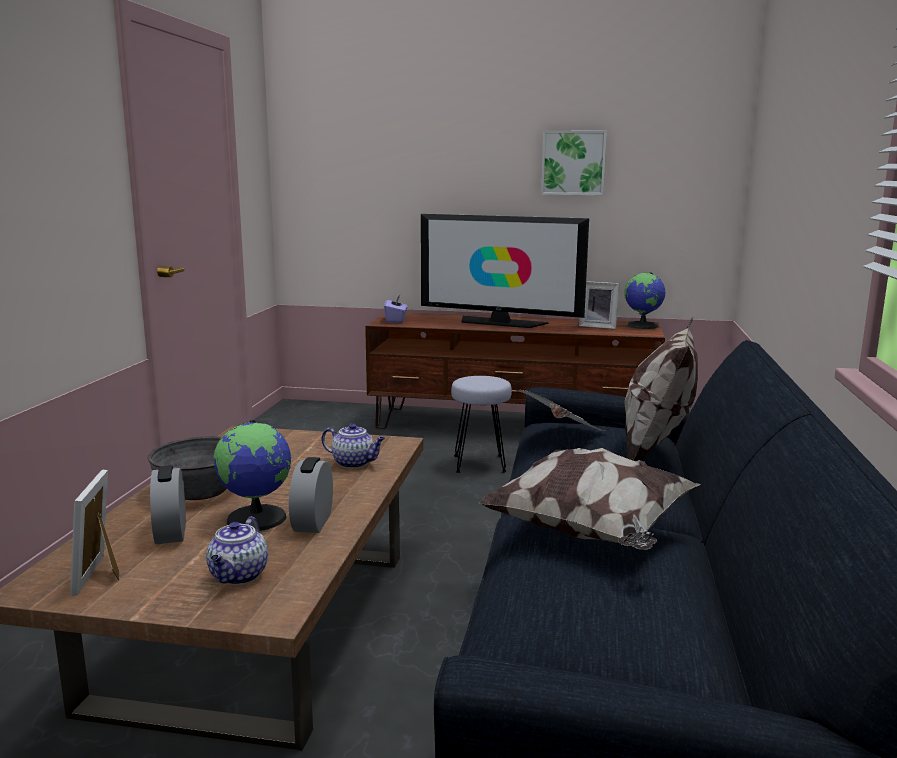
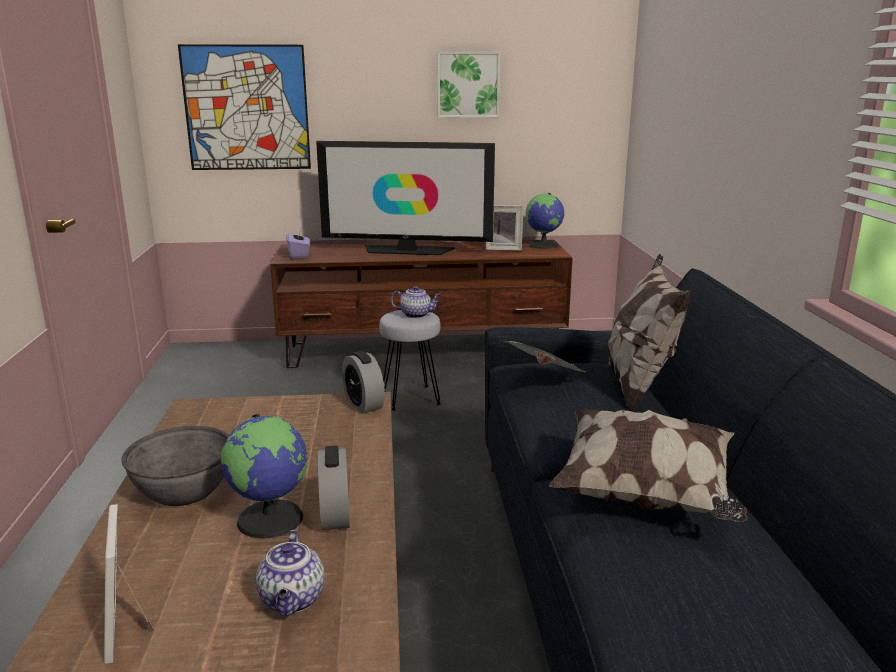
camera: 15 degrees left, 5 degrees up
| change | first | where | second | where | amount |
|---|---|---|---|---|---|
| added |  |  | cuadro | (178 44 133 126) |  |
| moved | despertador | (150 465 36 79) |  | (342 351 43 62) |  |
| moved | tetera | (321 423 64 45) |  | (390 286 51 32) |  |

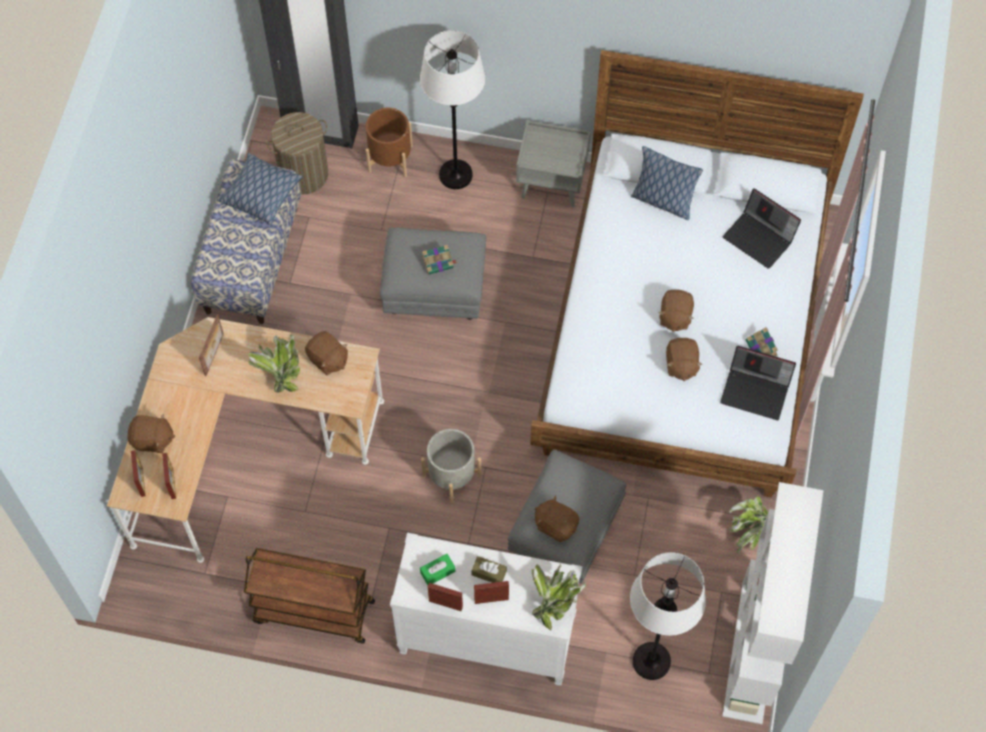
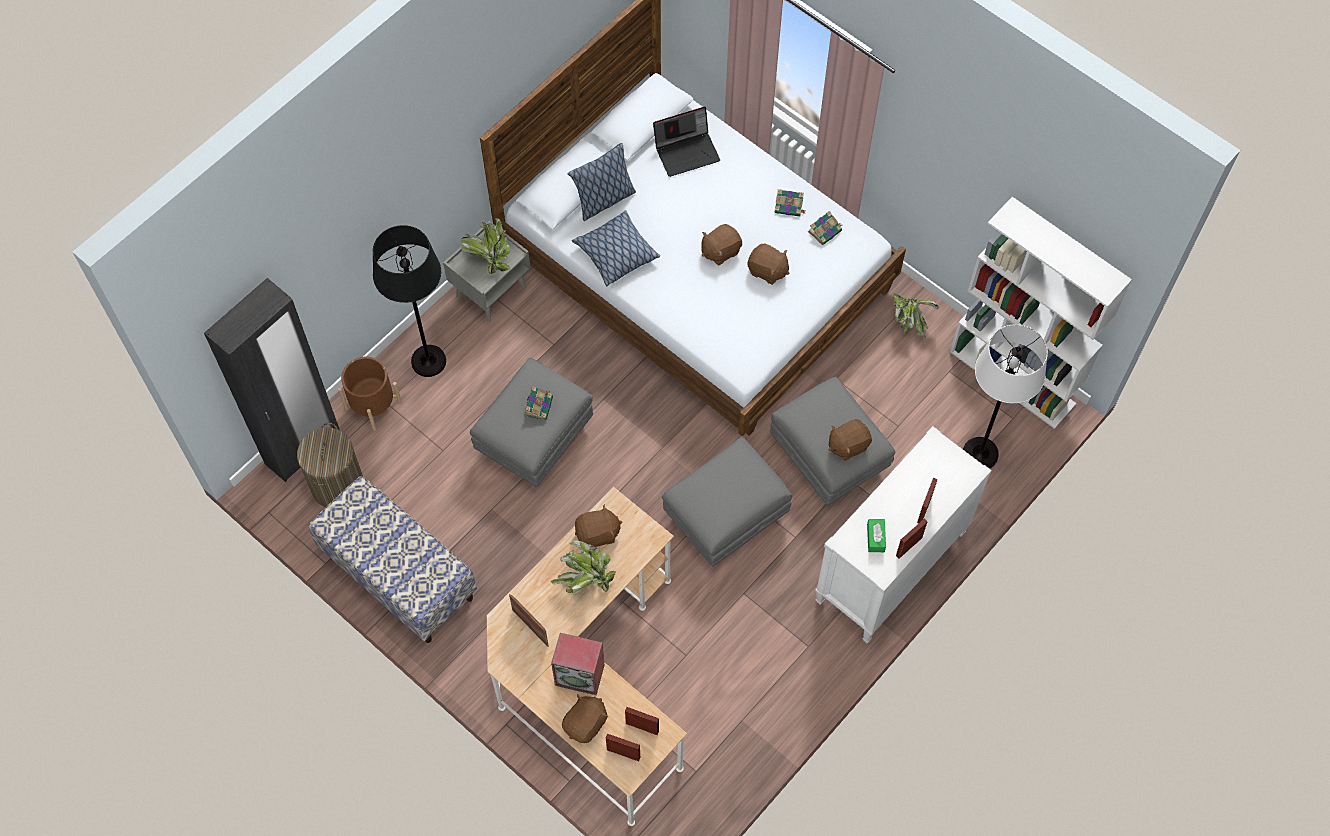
camera: 60 degrees left, 0 degrees up
| change | first | where | second | where | amount |
|---|---|---|---|---|---|
| removed | carrito [marrón] | (244 548 131 96) |  |  |  |
| removed | caja de pañuelos [marrón] | (471 556 36 27) |  |  |  |
| added |  |  | altavoz | (551 633 53 62) |  |
| moved | cojín | (217 153 86 72) |  | (572 210 88 76) |  |
| moved | planta en maceta | (532 563 54 68) |  | (461 218 49 56) |  |
| replaced | maceta [gris] | (421 429 60 75) | puf [gris] | (662 437 130 130) |  |
| replaced | portátil | (720 346 76 74) | libro | (808 211 34 34) |  |
| recoloured | lámpara de pie [blanco] | (420 30 65 159) | lámpara de pie [negro] | (373 225 73 152) |  |
| turned | peluche [marrón] | (659 289 35 43) |  | (701 224 41 42) | 105 degrees clockwise |

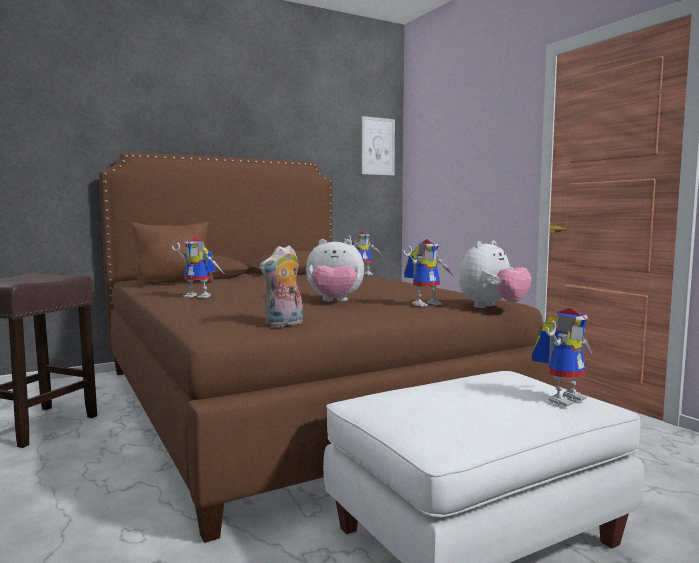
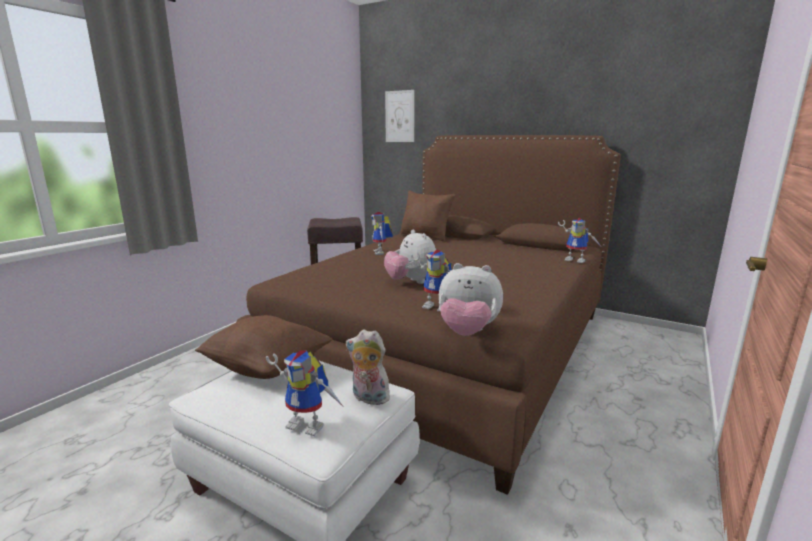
camera: 60 degrees right, 10 degrees up
| change | first | where | second | where | amount |
|---|---|---|---|---|---|
| added |  |  | cojín [marrón] | (195 315 138 64) |  |
| moved | peluche | (260 245 43 82) |  | (346 329 47 76) |  |
| moved | cuadro | (362 116 33 60) |  | (385 90 30 52) |  |

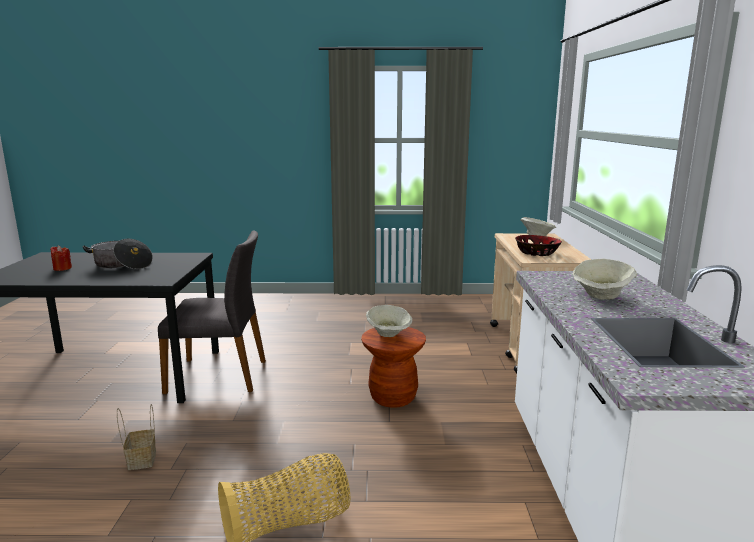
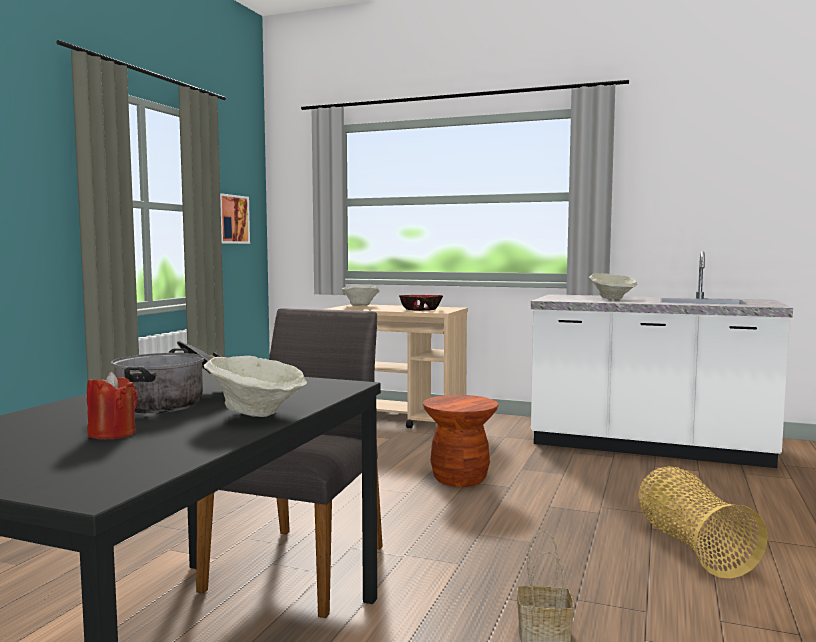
camera: 70 degrees left, 10 degrees down
| change | first | where | second | where | amount |
|---|---|---|---|---|---|
| added |  |  | cuadro | (220 193 30 51) |  |
| moved | cuenco [beis] | (366 305 46 32) |  | (204 356 103 61) |  |

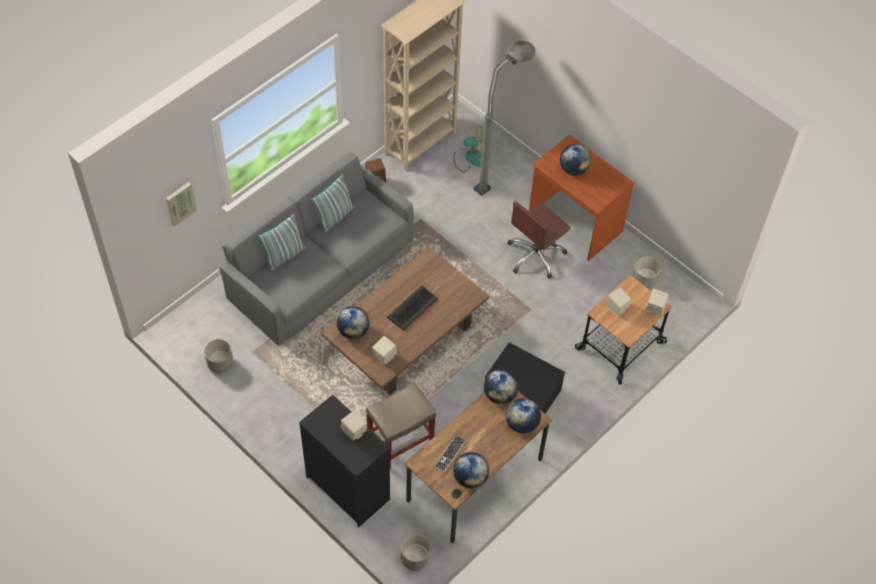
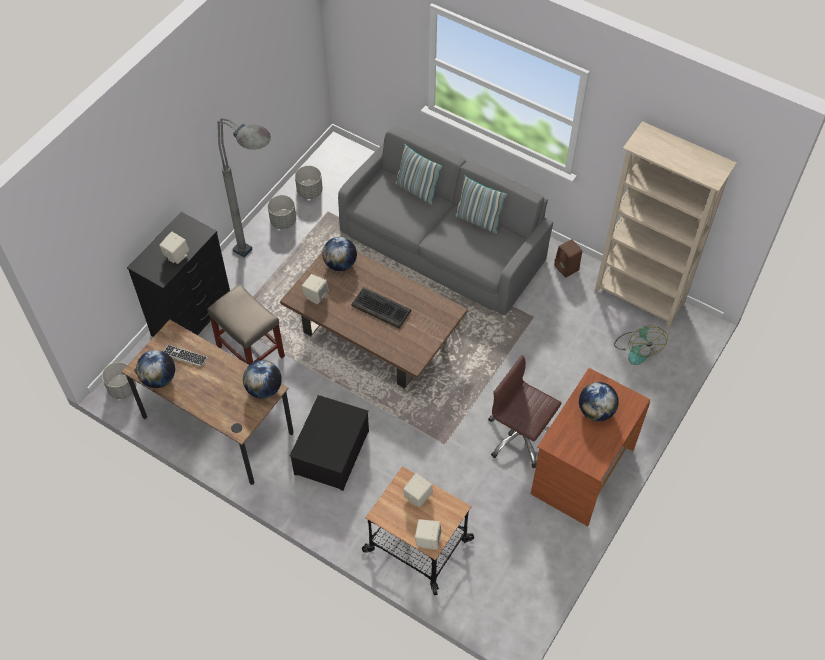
camera: 80 degrees right, 0 degrees up
| change | first | where | second | where | amount |
|---|---|---|---|---|---|
| removed | cuadro | (166 182 31 45) |  |  |  |
| removed | globo terráqueo | (506 398 35 36) |  |  |  |
| moved | lámpara de pie [gris] | (474 41 62 155) |  | (218 118 53 140) |  |
| moved | maceta [gris] | (633 257 28 32) |  | (268 195 28 34) |  |

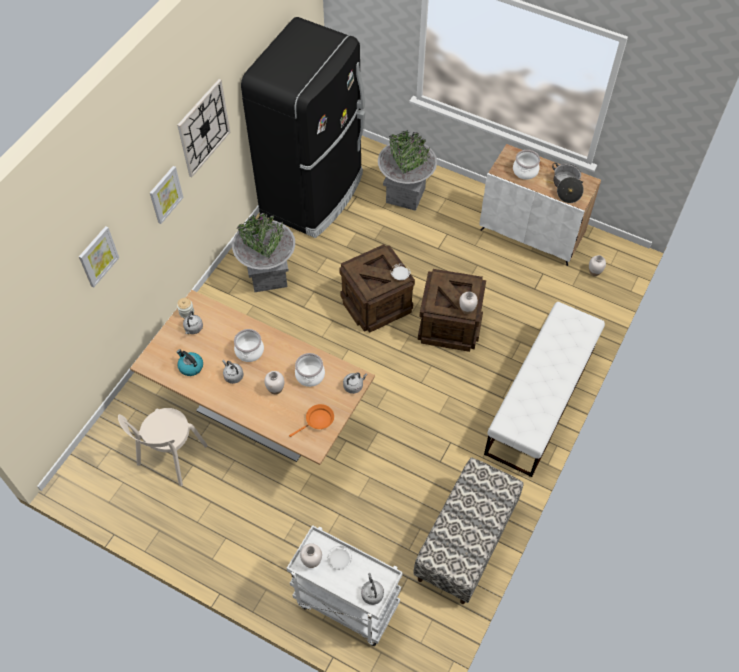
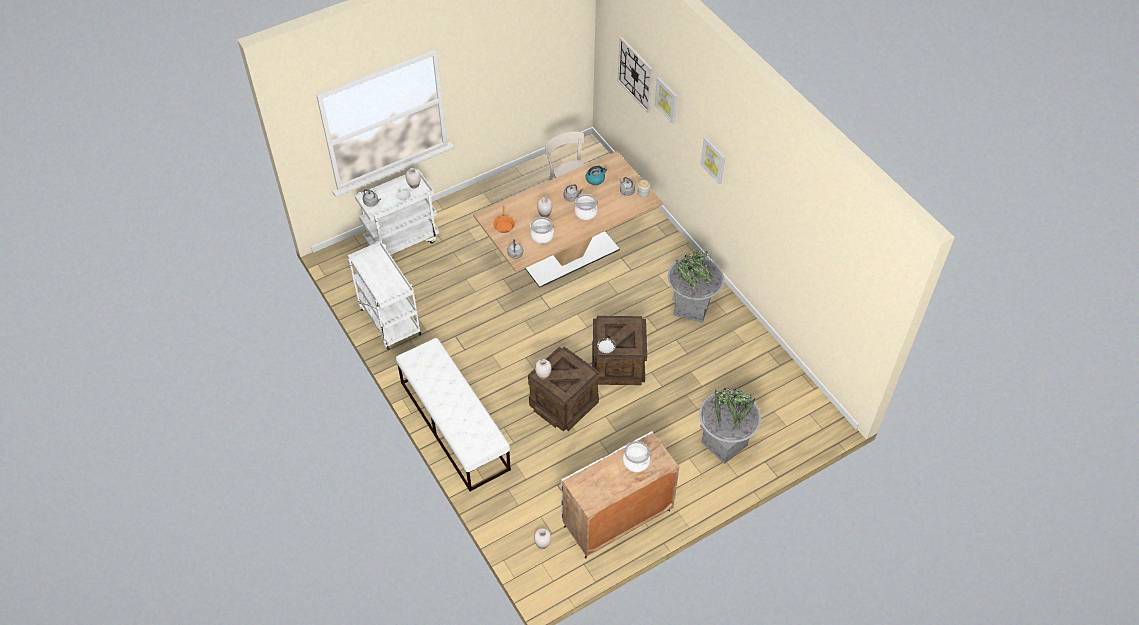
camera: 120 degrees right, 5 degrees down
| change | first | where | second | where | amount |
|---|---|---|---|---|---|
| removed | nevera [negro] | (241 17 124 221) |  |  |  |
| removed | olla | (552 163 32 40) |  |  |  |
| moved | reloj de pared | (177 79 53 98) |  | (618 37 35 76) |  |
| replaced | banco | (413 458 110 146) | carrito [blanco] | (348 241 73 109) |  |

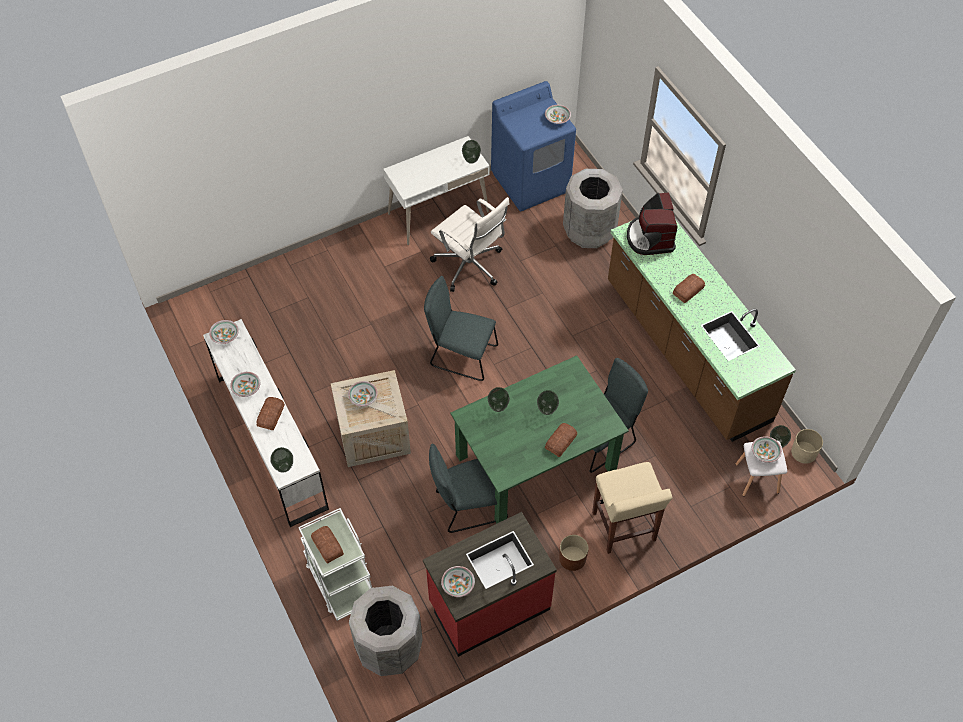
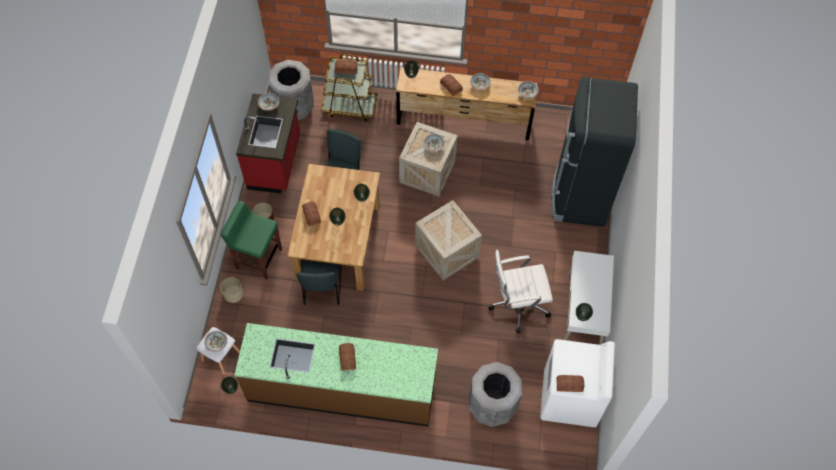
camera: 125 degrees right, 5 degrees up
| change | first | where | second | where | amount |
|---|---|---|---|---|---|
| removed | cafetera | (627 193 51 62) |  |  |  |
| added |  |  | nevera [negro] | (551 76 87 151) |  |
| moved | maceta [beis] | (791 429 32 35) |  | (220 277 23 26) |  |
| replaced | silla [gris] | (424 276 74 105) | caja de embalaje | (415 200 67 80) |  |
| replaced | cuenco | (545 105 26 19) | pan | (556 375 28 17) |  |
| recoloured | cómoda [blanco] | (203 319 126 208) | cómoda [marrón] | (396 67 142 73) |  |
| recoloured | carrito [blanco] | (298 508 76 113) | carrito [marrón] | (321 54 56 67) |  |
| recoloured | mesa de comedor [verde] | (450 355 179 168) | mesa de comedor [marrón] | (287 164 93 127) |  |
| recoloured | lavadora [azul] | (491 81 85 130) | lavadora [blanco] | (540 339 75 88) |  |
| recoloured | taburete [beis] | (592 462 80 92) | taburete [verde] | (220 201 62 79) |  |

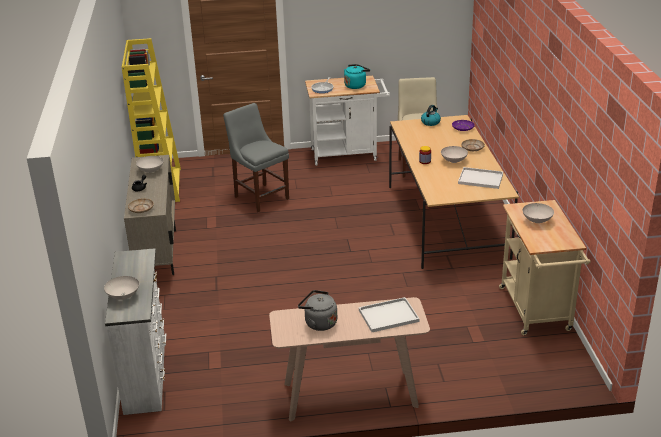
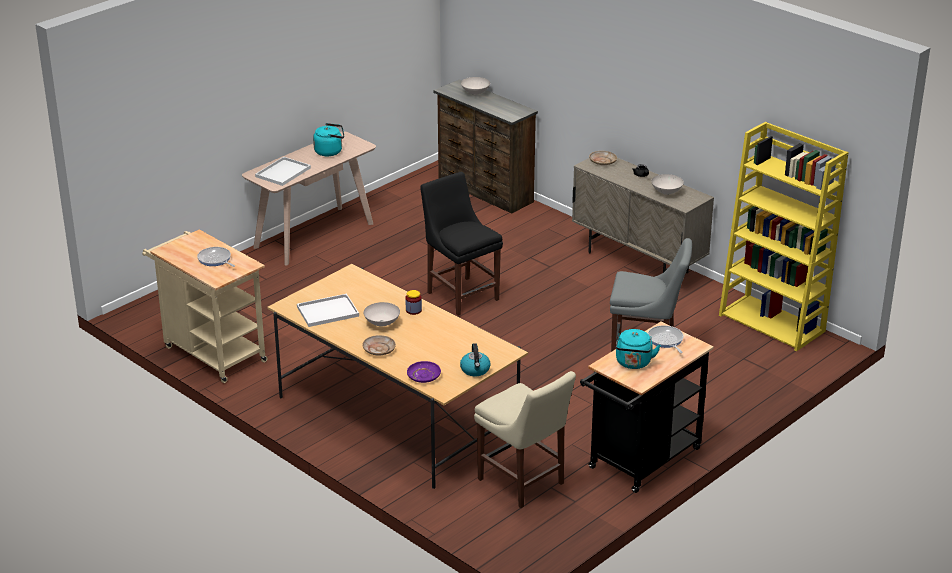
camera: 140 degrees right, 0 degrees up
| change | first | where | second | where | amount |
|---|---|---|---|---|---|
| added |  |  | silla [negro] | (420 172 83 144) |  |
| replaced | cuenco [blanco] | (522 203 32 20) | sartén | (197 247 38 20) |  |
| recoloured | cómoda [blanco] | (105 248 61 167) | cómoda [marrón] | (434 79 104 135) |  |
| recoloured | hervidor [gris] | (298 290 39 41) | hervidor [turquesa] | (313 123 31 33) |  |
| recoloured | carrito [blanco] | (305 76 85 90) | carrito [negro] | (580 322 134 171) |  |

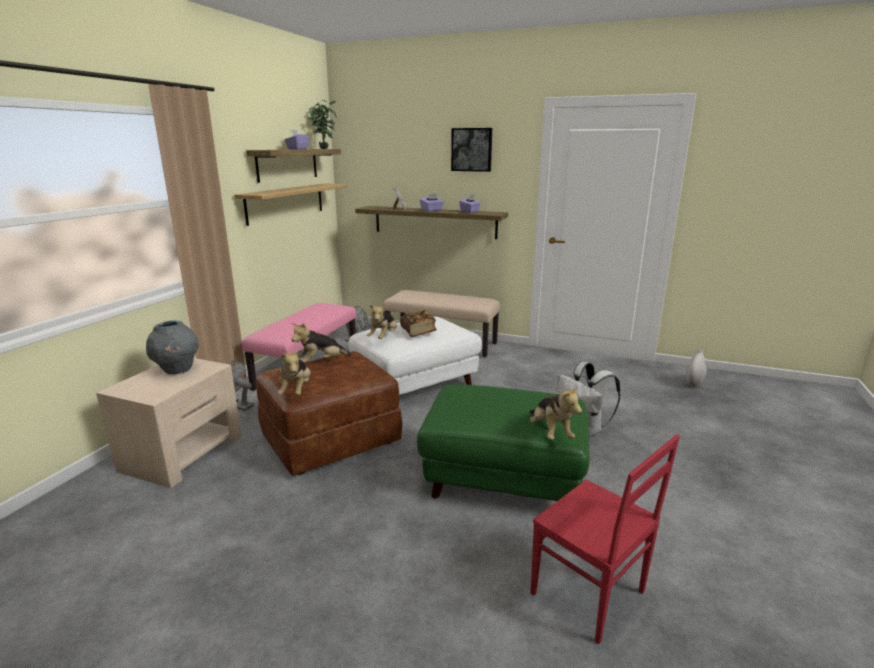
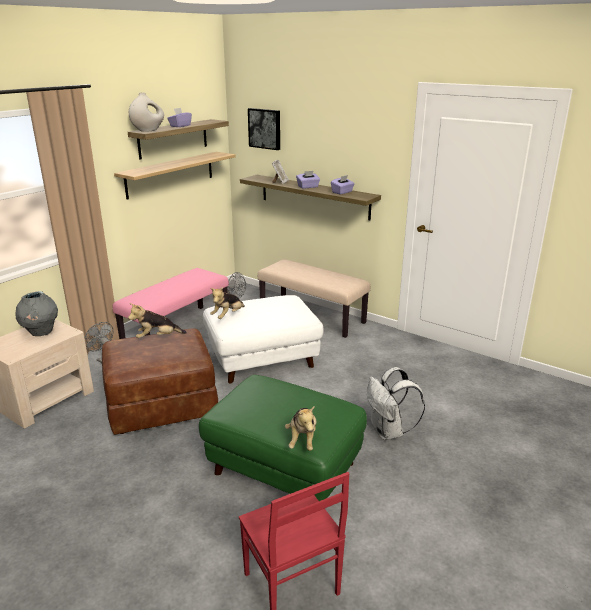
camera: 15 degrees right, 5 degrees up
| change | first | where | second | where | amount |
|---|---|---|---|---|---|
| removed | peluche | (277 348 34 48) |  |  |  |
| removed | planta en maceta | (308 100 29 49) |  |  |  |
| removed | libro | (400 310 37 27) |  |  |  |
| moved | cuadro | (451 128 41 44) |  | (248 108 32 42) |  |
| moved | florero [blanco] | (686 349 21 39) |  | (129 92 35 40) |  |

